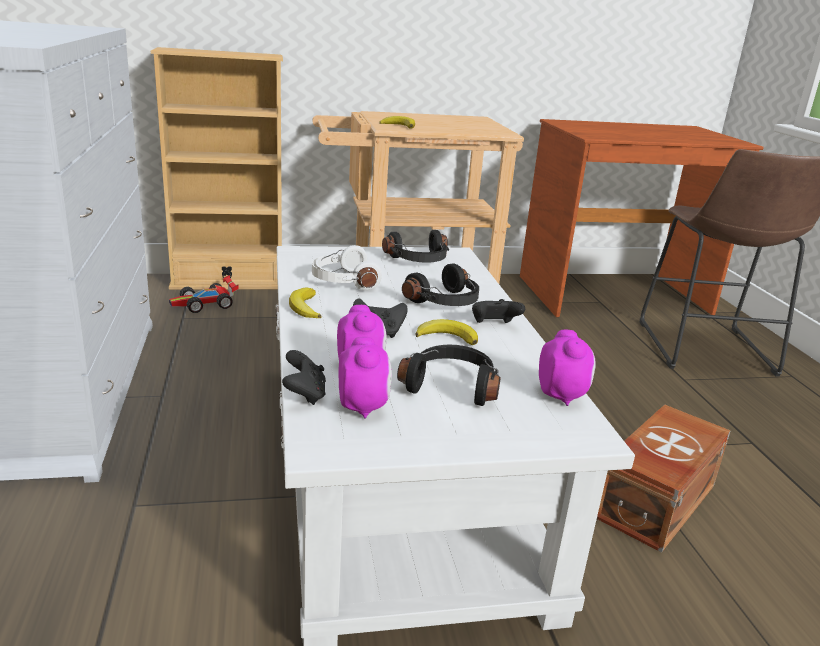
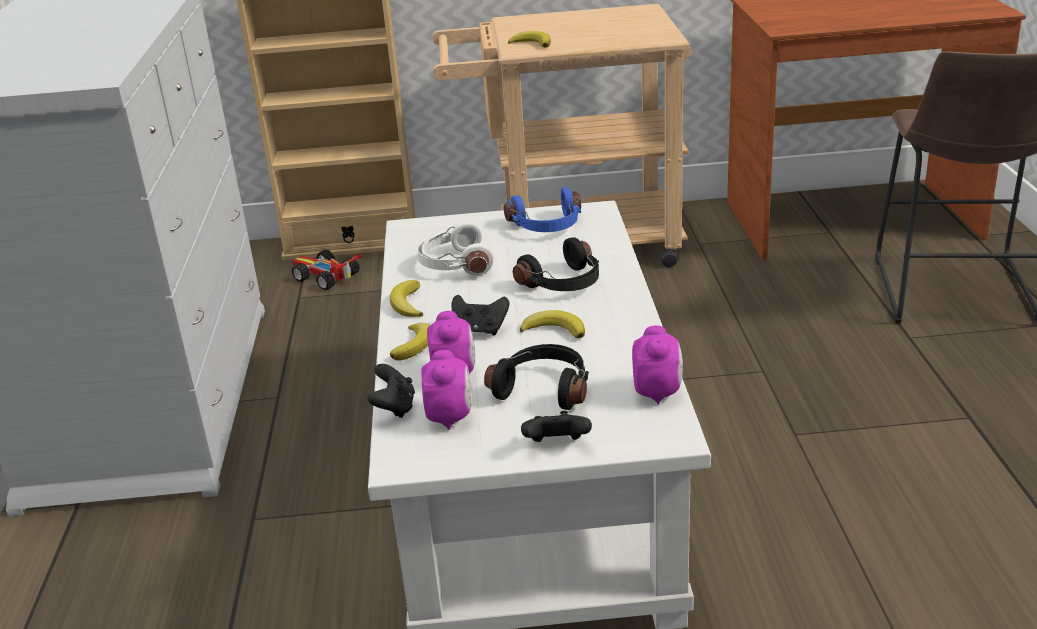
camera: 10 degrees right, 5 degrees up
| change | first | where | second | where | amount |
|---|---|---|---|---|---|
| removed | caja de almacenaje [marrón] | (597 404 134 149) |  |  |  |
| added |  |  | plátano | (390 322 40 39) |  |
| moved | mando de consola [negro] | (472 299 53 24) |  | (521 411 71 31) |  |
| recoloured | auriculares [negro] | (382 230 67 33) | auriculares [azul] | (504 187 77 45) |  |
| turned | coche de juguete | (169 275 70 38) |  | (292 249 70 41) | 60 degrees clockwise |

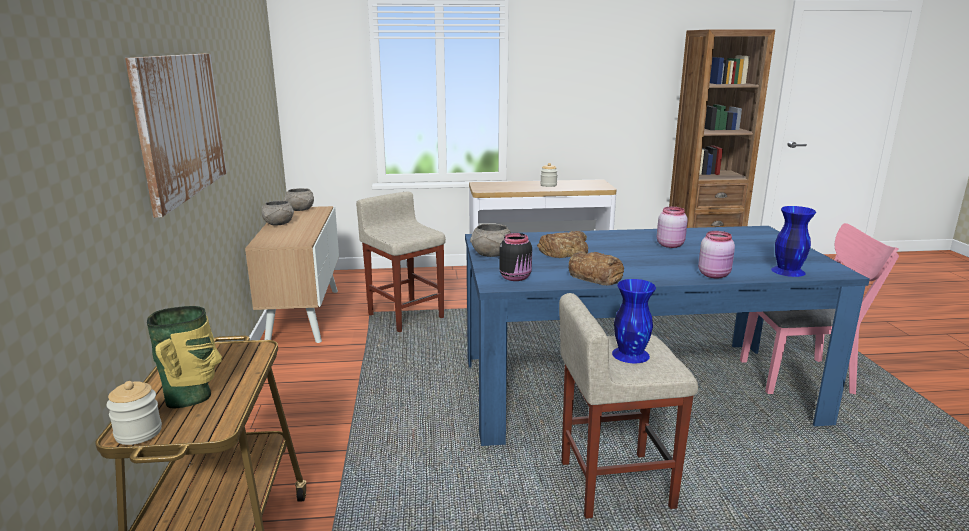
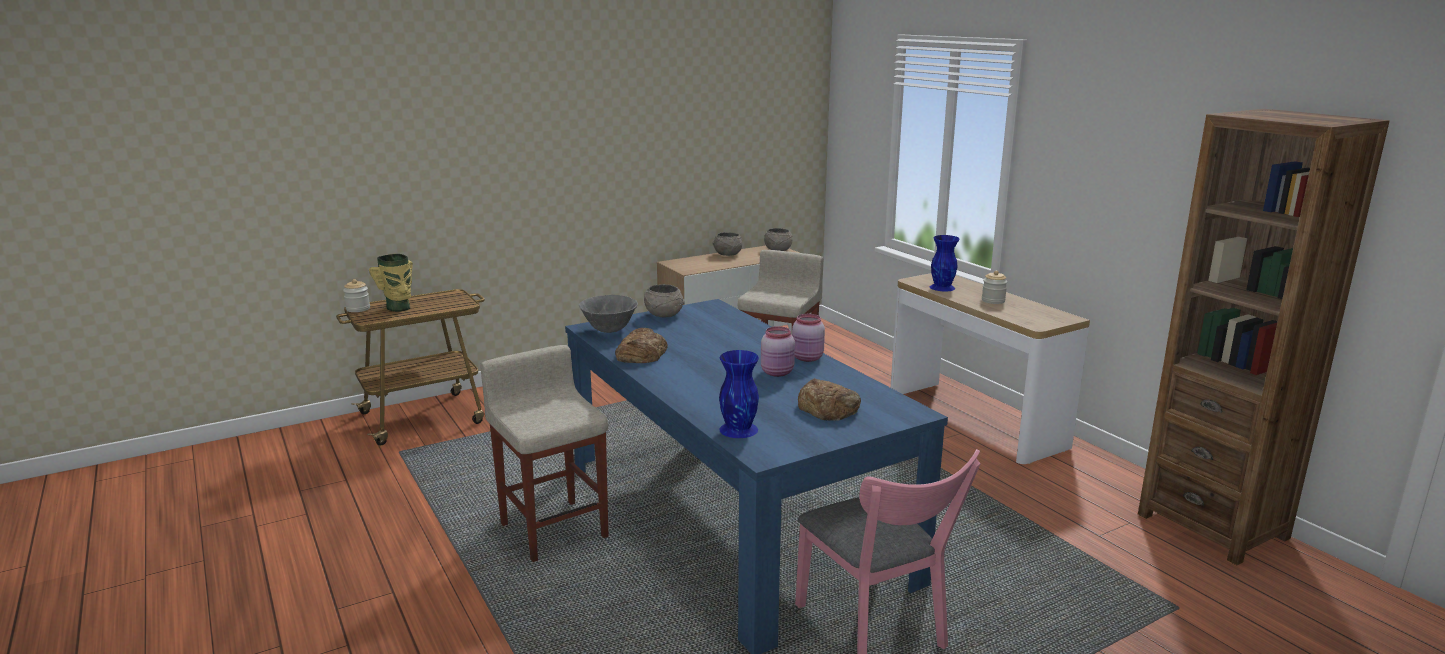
camera: 65 degrees right, 0 degrees up
| change | first | where | second | where | amount |
|---|---|---|---|---|---|
| removed | cuadro | (125 54 102 164) |  |  |  |
| moved | pan | (537 231 51 27) |  | (798 378 63 43) |  |
| moved | florero [azul] | (612 279 44 84) |  | (930 235 30 56) |  |
| moved | tarro [rosa] | (698 231 37 47) |  | (792 314 33 48) |  |
| replaced | tarro [negro] | (499 233 33 48) | cuenco [gris] | (579 295 59 38) |  |

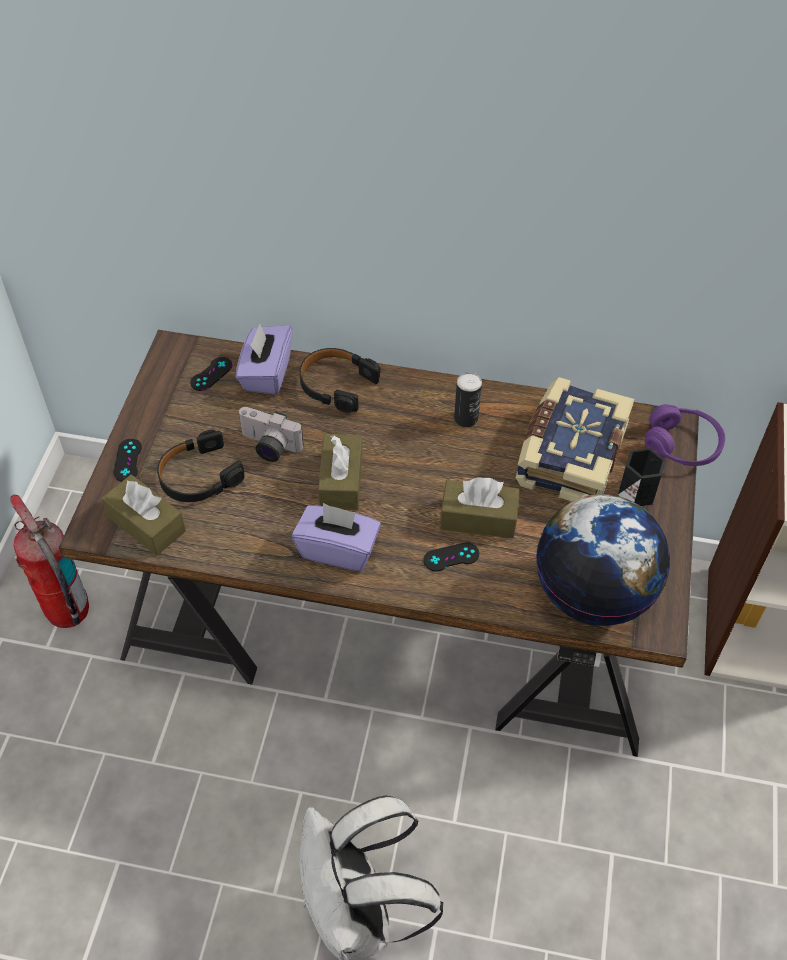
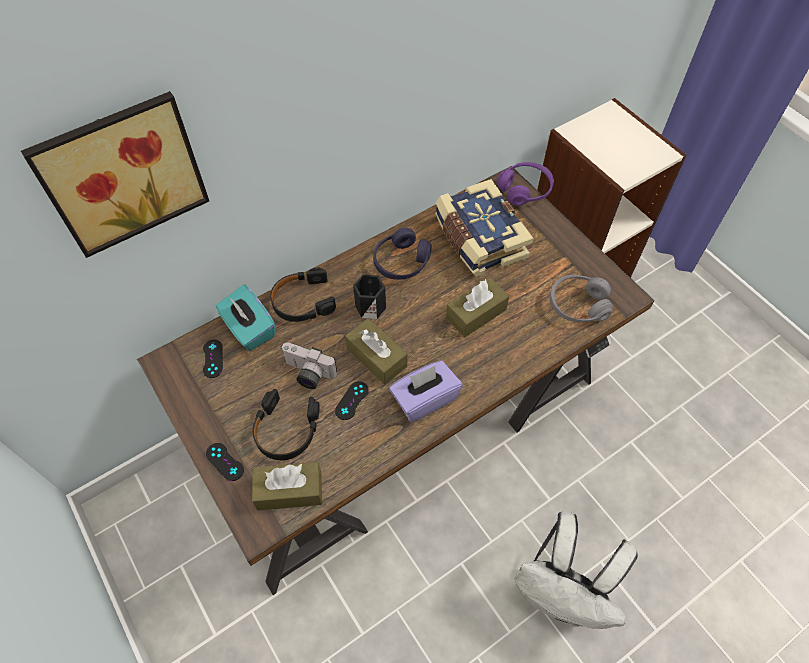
camera: 45 degrees left, 5 degrees up
| change | first | where | second | where | amount |
|---|---|---|---|---|---|
| removed | extintor | (10 495 79 133) |  |  |  |
| added |  |  | cuadro | (21 91 188 167) |  |
| moved | mando de consola [negro] | (423 542 56 29) |  | (335 381 34 39) |  |
| moved | taza grande [negro] | (618 448 48 58) |  | (353 275 33 44) |  |
| replaced | lata | (454 372 28 55) | auriculares [morado] | (373 228 59 52) |  |
| replaced | globo terráqueo | (536 494 134 132) | auriculares [gris] | (550 274 63 49) |  |
| recoloured | caja de pañuelos [morado] | (236 324 57 71) | caja de pañuelos [turquesa] | (216 284 60 67) |  |
| turned | cámara | (239 407 65 55) |  | (282 342 55 47) | 45 degrees clockwise |

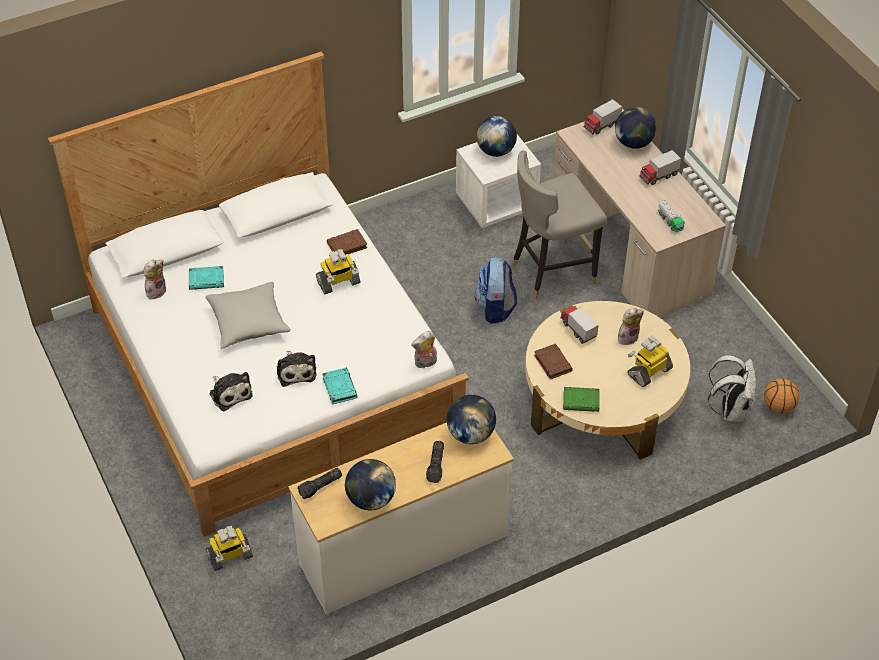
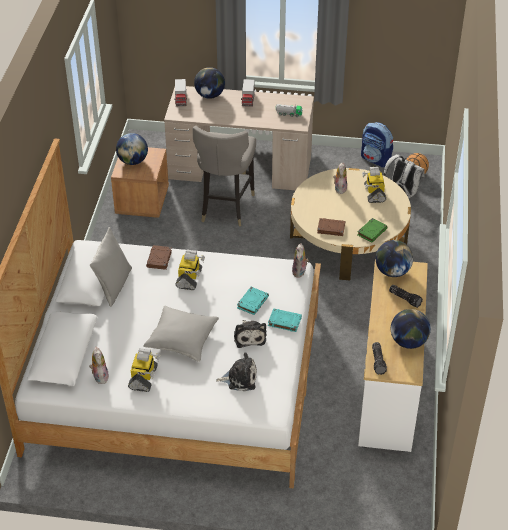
camera: 55 degrees left, 5 degrees down
| change | first | where | second | where | amount |
|---|---|---|---|---|---|
| removed | camión de juguete | (560 306 38 38) |  |  |  |
| added |  |  | cojín [gris] | (90 227 42 80) |  |
| moved | libro [turquesa] | (189 266 35 24) |  | (237 287 32 28) |  |
| moved | robot de juguete | (206 526 47 45) |  | (128 348 32 44) |  |
| moved | mochila | (474 257 43 67) |  | (361 122 32 46) |  |
| recoloured | mesita de noche [blanco] | (456 134 85 94) | mesita de noche [marrón] | (111 147 58 71) |  |
| turned | peluche | (277 351 40 36) |  | (234 320 32 28) | 60 degrees clockwise |

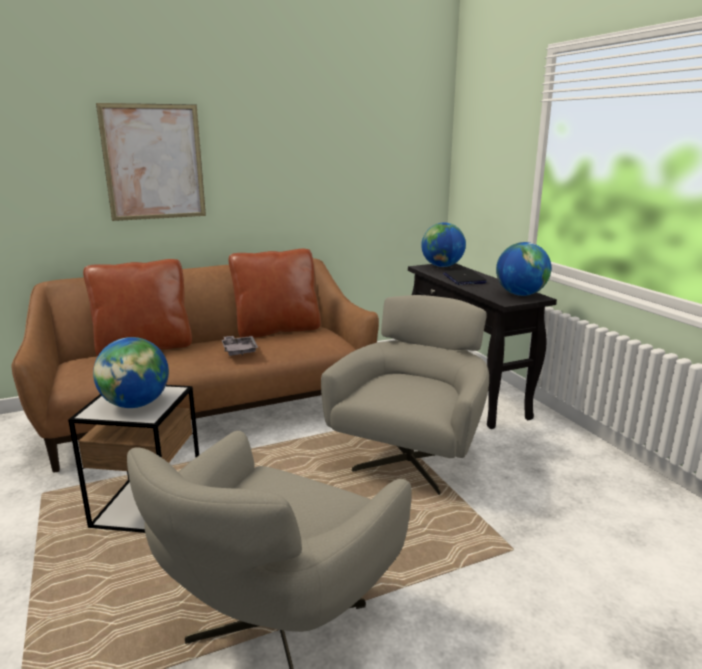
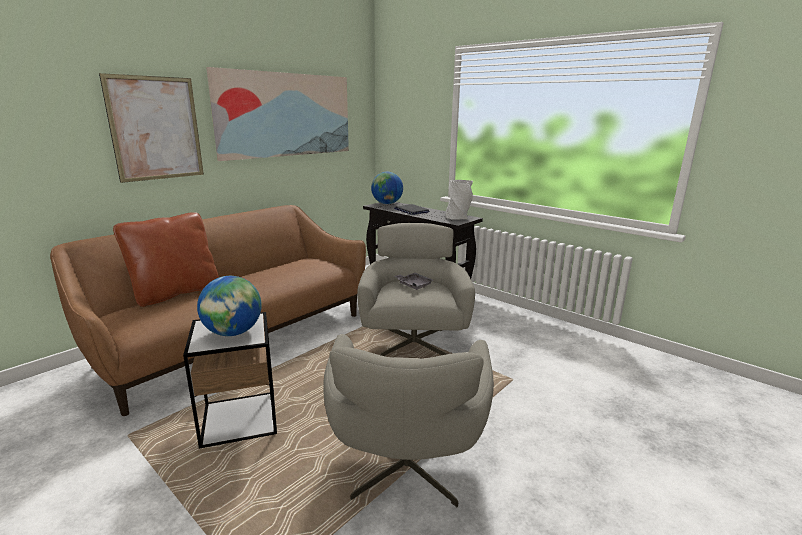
camera: 25 degrees left, 0 degrees up
| change | first | where | second | where | amount |
|---|---|---|---|---|---|
| removed | cojín [marrón] | (228 249 93 89) |  |  |  |
| added |  |  | cuadro | (206 67 143 94) |  |
| moved | bandeja [gris] | (222 336 36 20) |  | (394 273 40 17) |  |
| replaced | globo terráqueo | (496 242 55 54) | florero [gris] | (446 180 27 39) |  |

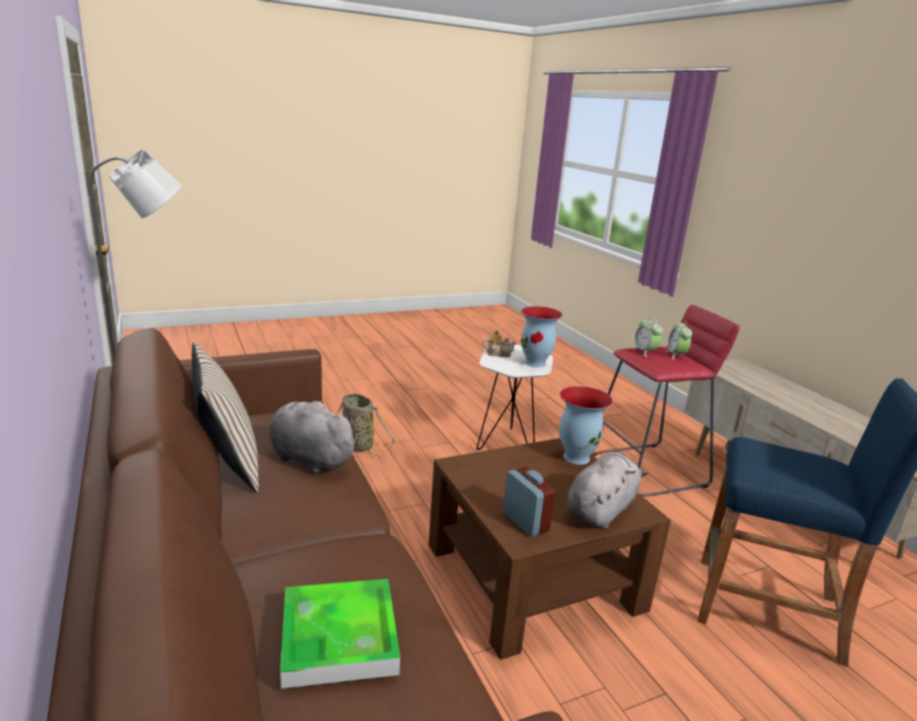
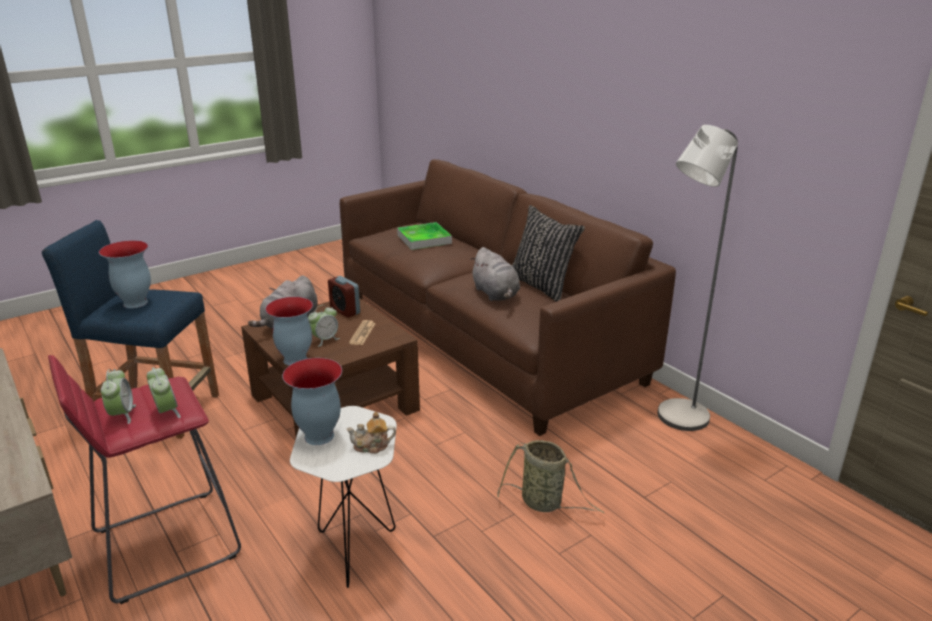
camera: 170 degrees right, 5 degrees up
| change | first | where | second | where | amount |
|---|---|---|---|---|---|
| added |  |  | florero | (99 240 52 68) |  |
| added |  |  | despertador | (308 305 32 42) |  |
| added |  |  | periódico | (349 320 27 25) |  |
| recoloured | cojín [beis] | (192 342 67 151) | cojín [negro] | (512 205 73 97) |  |
| turned | peluche [gris] | (268 400 92 74) |  | (470 247 50 54) | 45 degrees clockwise |

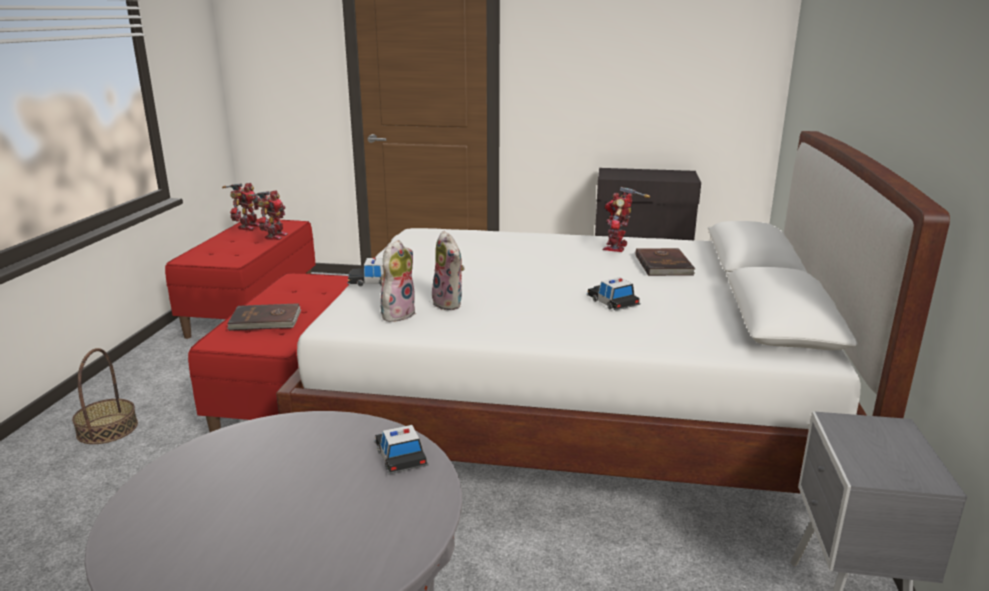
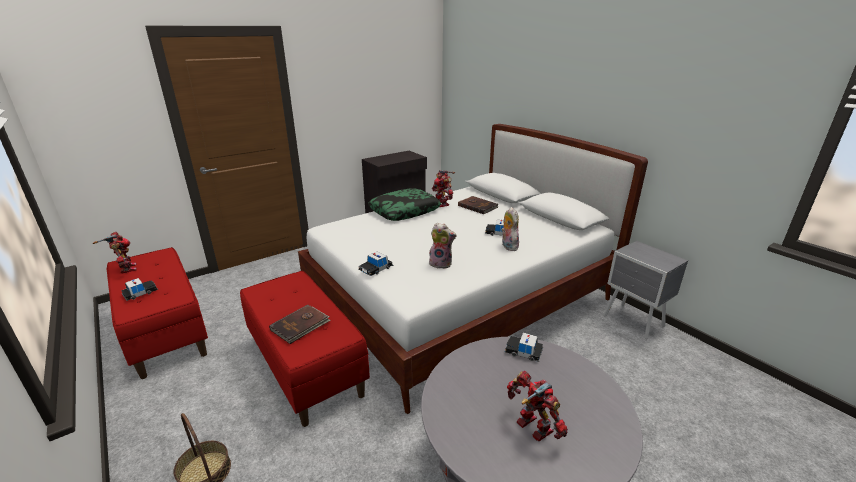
camera: 45 degrees left, 5 degrees up
| change | first | where | second | where | amount |
|---|---|---|---|---|---|
| added |  |  | coche de juguete | (121 278 37 23) |  |
| added |  |  | cojín | (368 188 73 33) |  |
| moved | robot de juguete | (247 191 41 49) |  | (507 371 61 70) |  |
| moved | peluche | (380 240 36 82) |  | (501 207 18 44) |  |

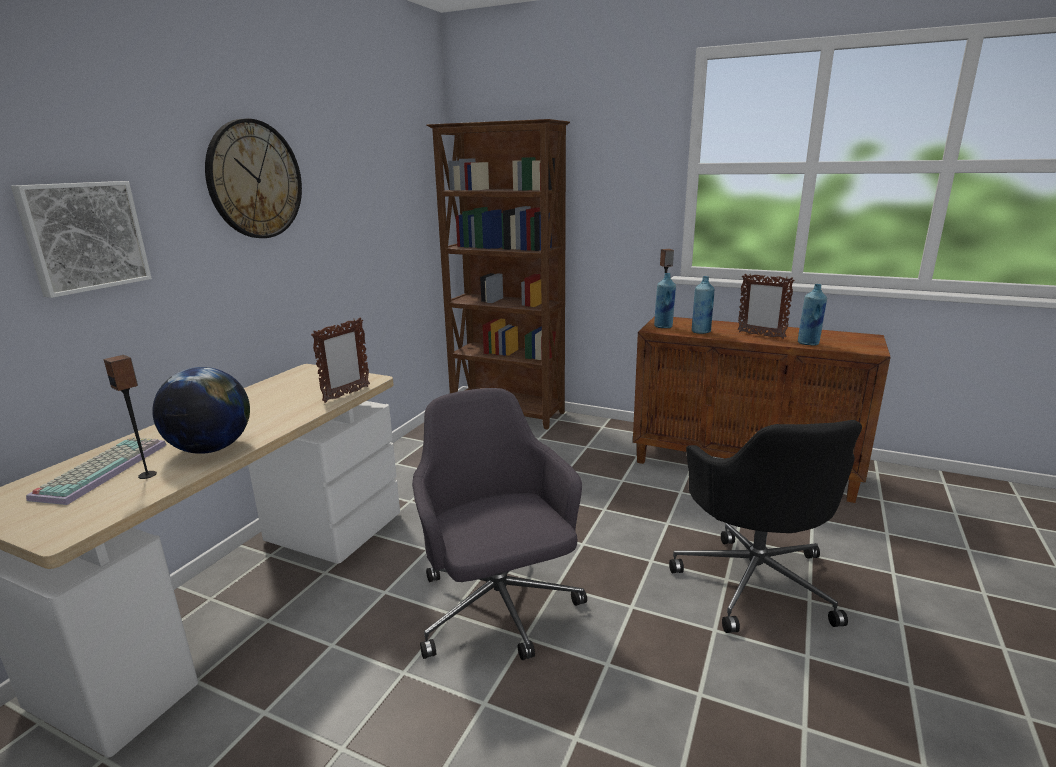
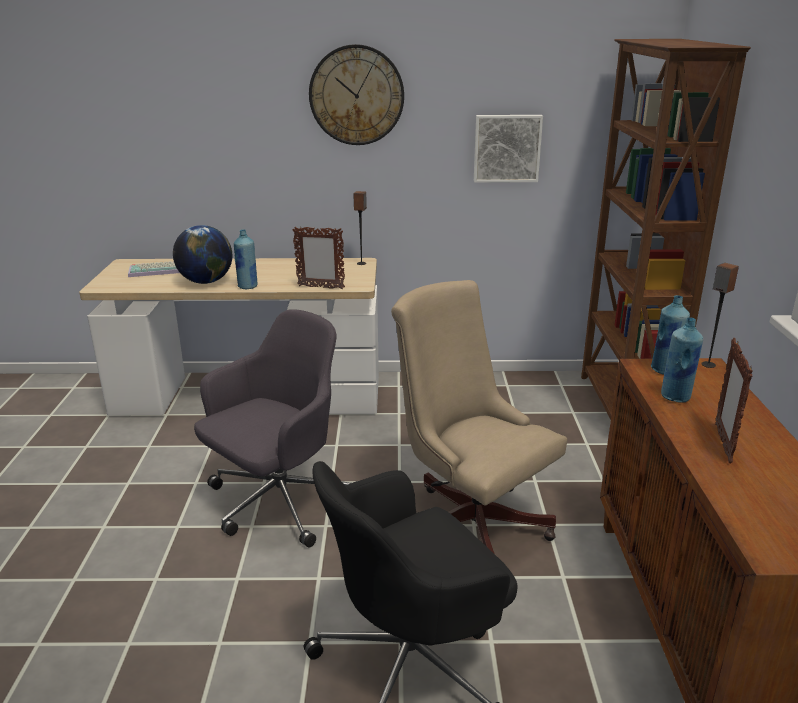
camera: 65 degrees right, 5 degrees up
| change | first | where | second | where | amount |
|---|---|---|---|---|---|
| added |  |  | silla de oficina [beis] | (391 280 176 274) |  |
| moved | cuadro | (11 181 141 117) |  | (474 115 69 68) |  |
| moved | altavoz | (104 355 53 124) |  | (353 191 14 74) |  |
| moved | botella [azul] | (798 284 29 62) |  | (234 229 24 60) |  |

